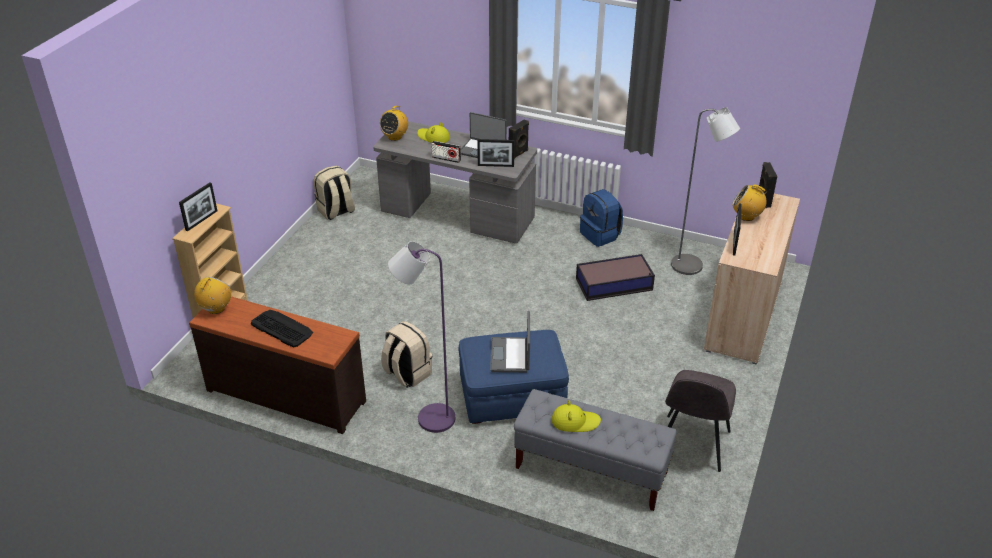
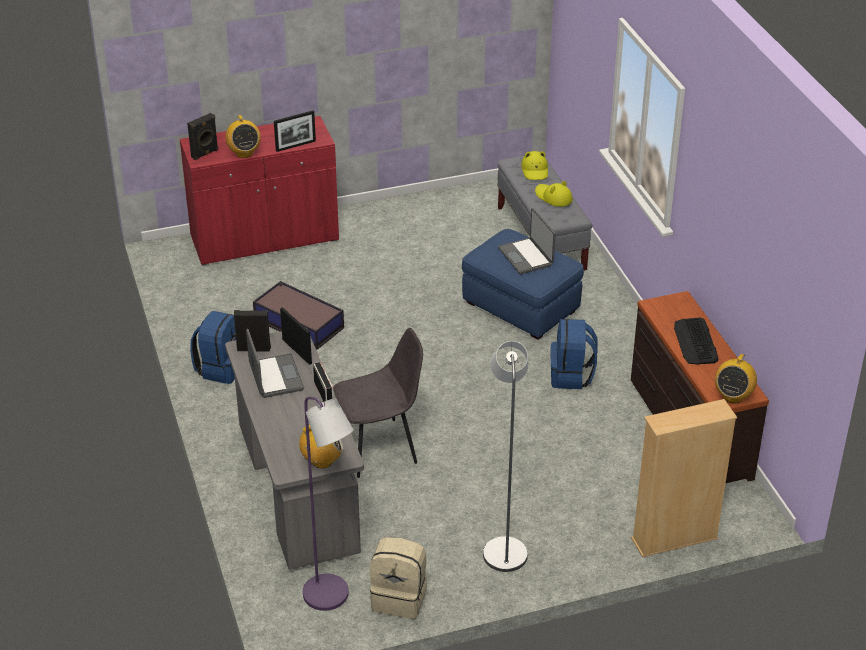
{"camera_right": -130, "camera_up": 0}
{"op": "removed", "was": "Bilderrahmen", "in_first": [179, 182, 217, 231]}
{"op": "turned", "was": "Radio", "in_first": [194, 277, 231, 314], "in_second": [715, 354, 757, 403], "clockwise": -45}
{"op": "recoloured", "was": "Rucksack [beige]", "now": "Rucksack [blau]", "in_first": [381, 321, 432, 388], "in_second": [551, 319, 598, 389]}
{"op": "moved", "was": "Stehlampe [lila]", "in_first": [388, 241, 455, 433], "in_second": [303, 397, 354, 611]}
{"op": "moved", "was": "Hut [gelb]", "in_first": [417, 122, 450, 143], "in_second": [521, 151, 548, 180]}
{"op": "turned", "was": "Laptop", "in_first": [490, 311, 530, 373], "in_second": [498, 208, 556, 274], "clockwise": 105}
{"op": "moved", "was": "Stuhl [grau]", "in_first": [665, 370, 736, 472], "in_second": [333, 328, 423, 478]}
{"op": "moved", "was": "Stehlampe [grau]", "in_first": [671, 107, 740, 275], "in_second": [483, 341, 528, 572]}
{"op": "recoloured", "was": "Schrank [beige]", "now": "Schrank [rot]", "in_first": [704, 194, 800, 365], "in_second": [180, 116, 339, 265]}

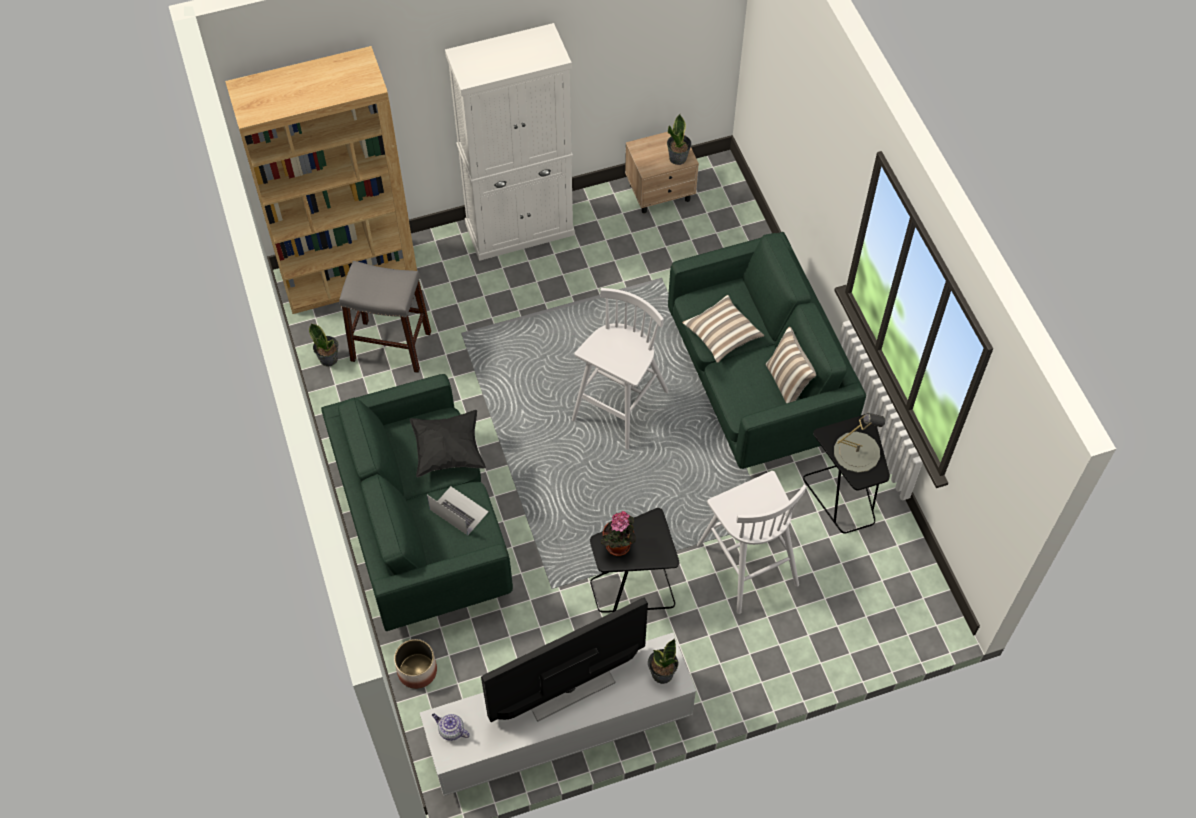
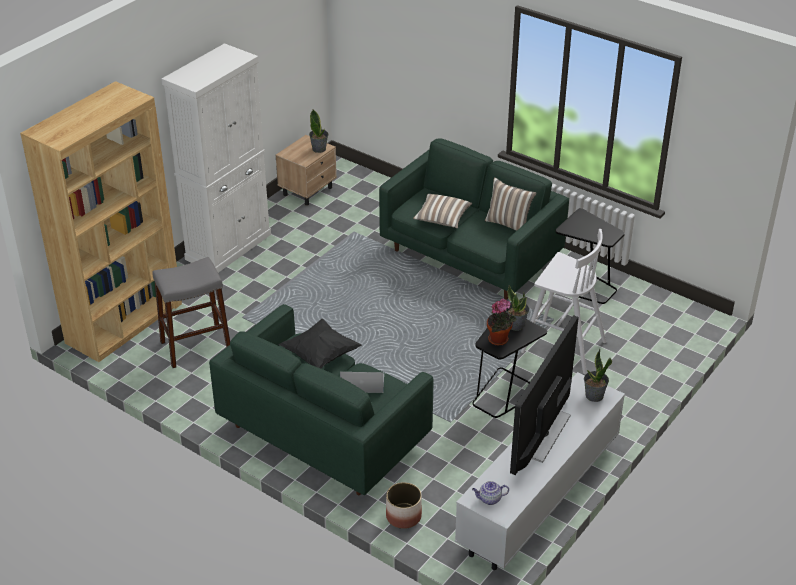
{"camera_right": -35, "camera_up": -20}
{"op": "moved", "was": "Topfpflanze", "in_first": [309, 323, 339, 367], "in_second": [506, 285, 529, 331]}
{"op": "removed", "was": "Hocker [weiß]", "in_first": [572, 288, 669, 450]}
{"op": "removed", "was": "Tischlampe [grau]", "in_first": [834, 413, 885, 473]}

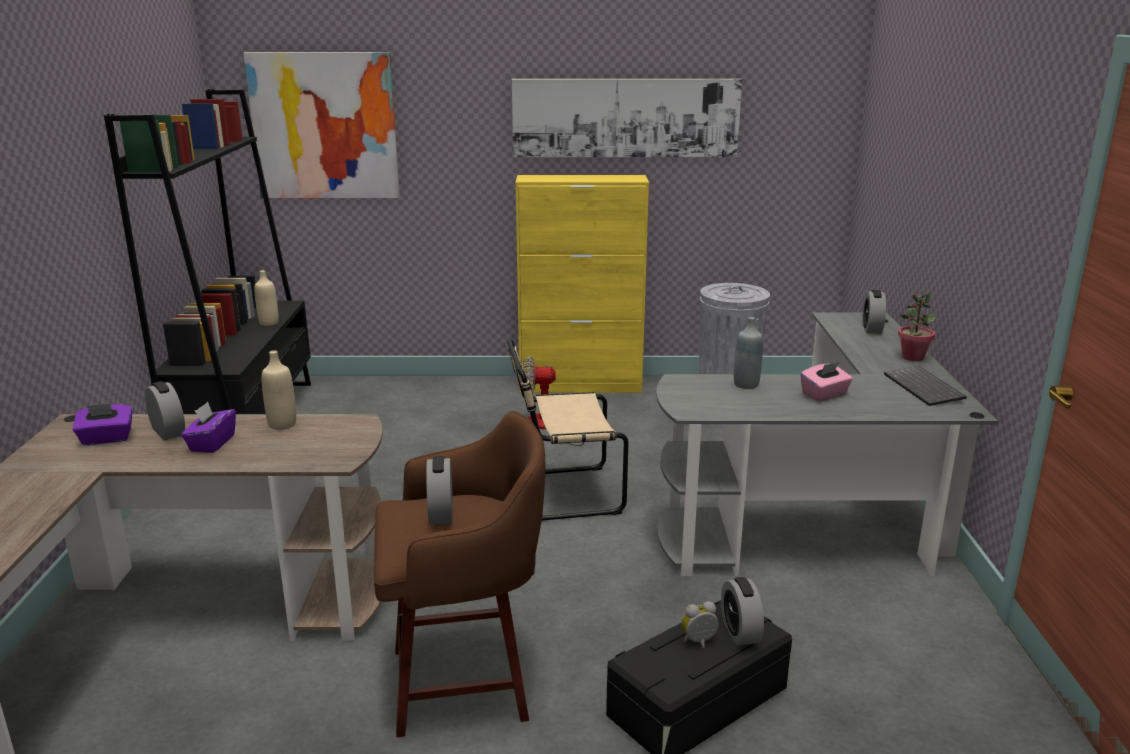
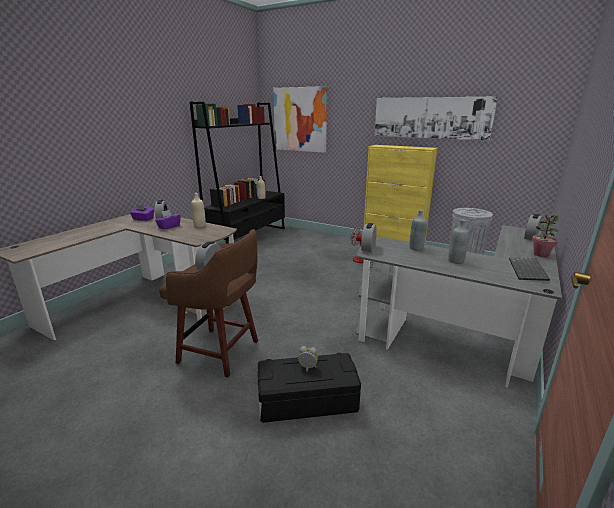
{"camera_right": 30, "camera_up": 0}
{"op": "removed", "was": "Stuhl [beige]", "in_first": [507, 339, 628, 521]}
{"op": "moved", "was": "Wecker", "in_first": [721, 577, 764, 646], "in_second": [361, 223, 377, 252]}
{"op": "replaced", "was": "Taschentuchbox [rosa]", "now": "Flasche [grau]", "in_first": [800, 362, 853, 402], "in_second": [448, 220, 469, 264]}

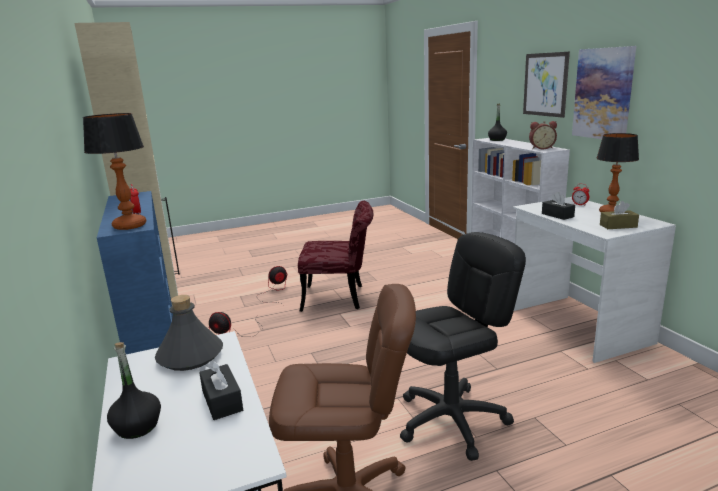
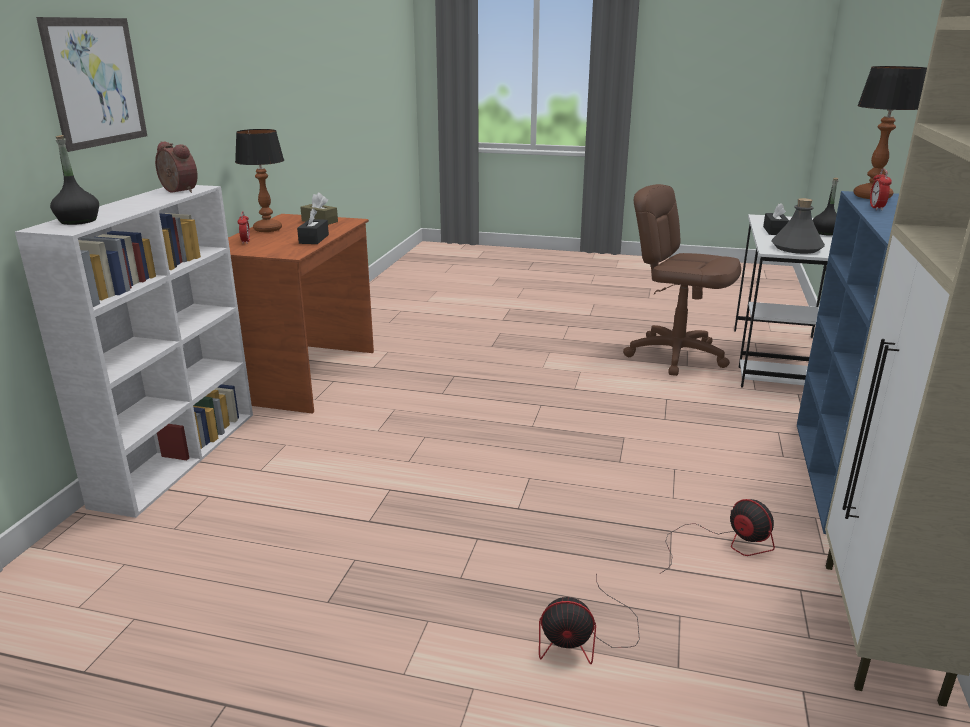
{"camera_right": -145, "camera_up": 5}
{"op": "removed", "was": "Stuhl [rot]", "in_first": [298, 201, 374, 312]}
{"op": "removed", "was": "Bürostuhl [schwarz]", "in_first": [400, 232, 526, 461]}
{"op": "recoloured", "was": "Schreibtisch [weiß]", "now": "Schreibtisch [braun]", "in_first": [513, 197, 676, 363], "in_second": [228, 214, 374, 414]}
{"op": "removed", "was": "Bild", "in_first": [572, 46, 636, 139]}

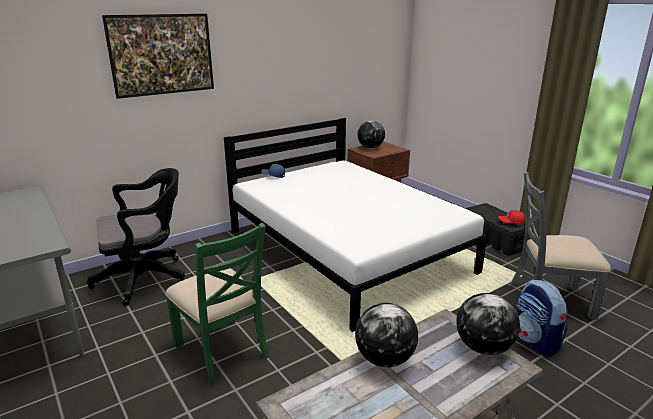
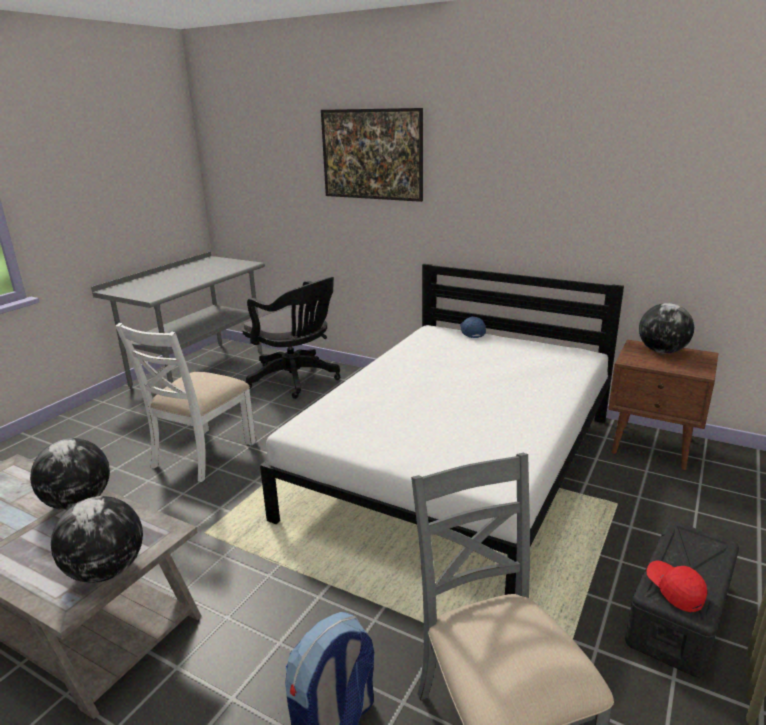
{"camera_right": 65, "camera_up": 0}
{"op": "recoloured", "was": "Stuhl [grün]", "now": "Stuhl [weiß]", "in_first": [165, 223, 269, 386], "in_second": [115, 323, 256, 482]}

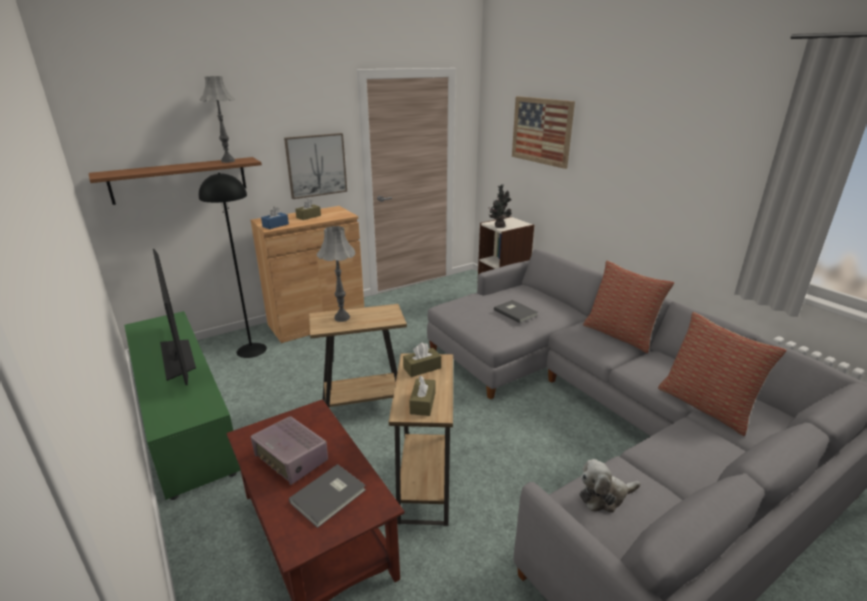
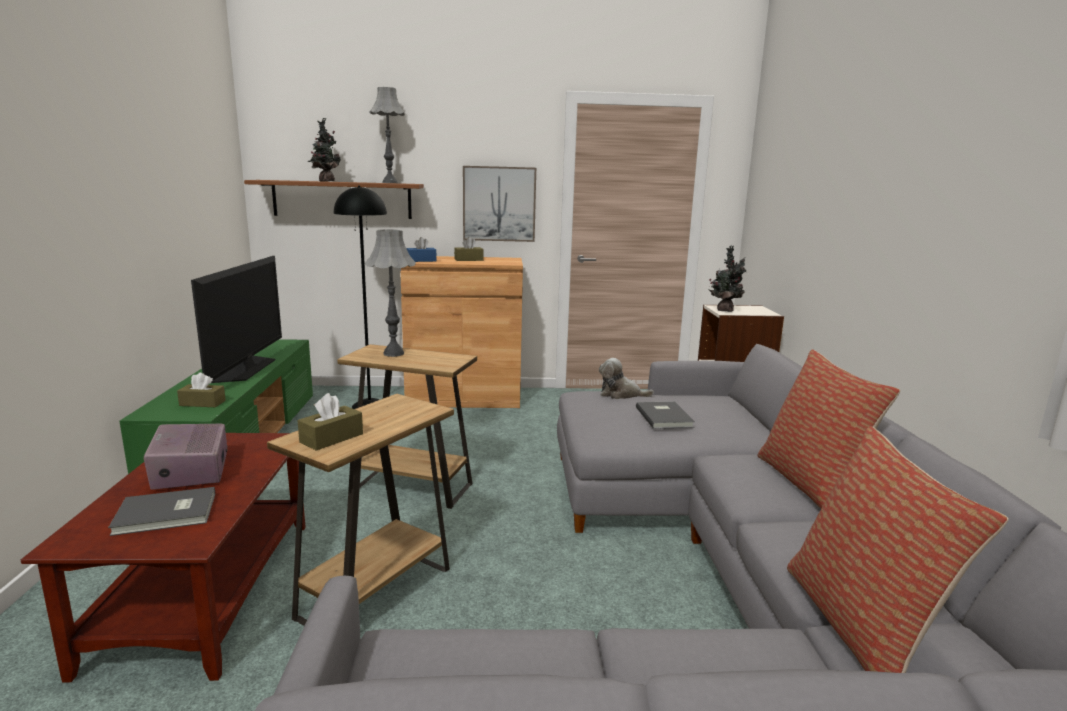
{"camera_right": 30, "camera_up": -10}
{"op": "moved", "was": "Taschentuchbox [braun]", "in_first": [403, 342, 441, 377], "in_second": [177, 373, 226, 407]}
{"op": "removed", "was": "Bild", "in_first": [512, 96, 575, 169]}
{"op": "moved", "was": "Plüschtier", "in_first": [579, 459, 640, 513], "in_second": [599, 358, 654, 399]}
{"op": "added", "now": "Topfpflanze", "in_second": [308, 118, 341, 182]}

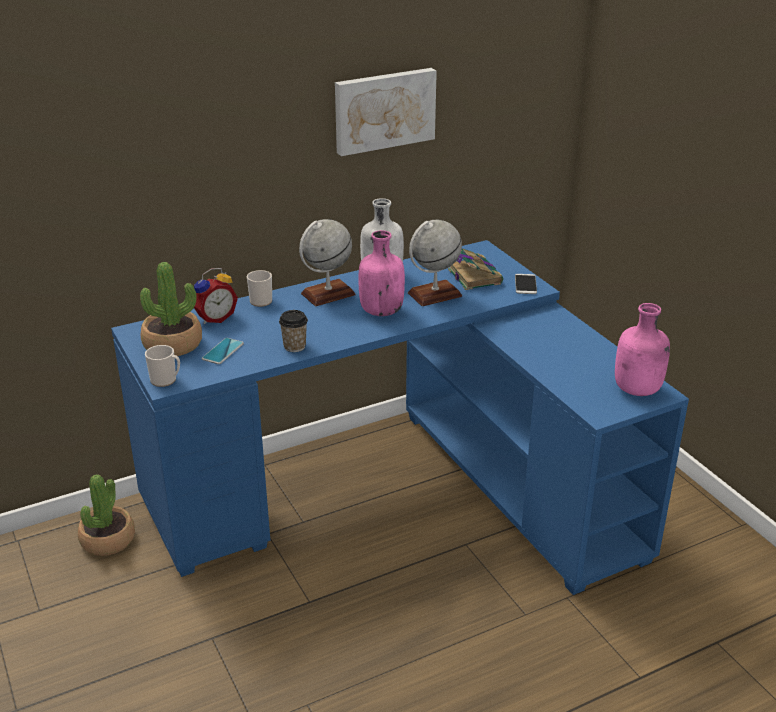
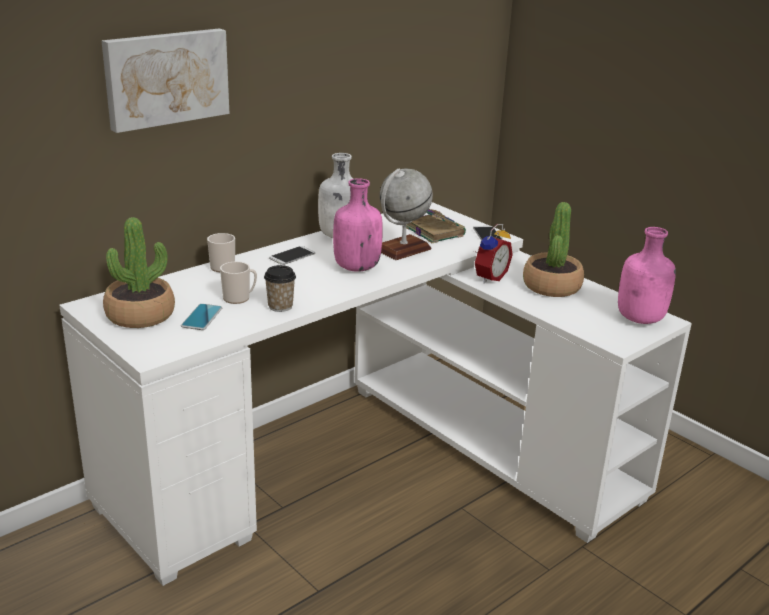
{"camera_right": -15, "camera_up": -5}
{"op": "moved", "was": "Topfpflanze", "in_first": [78, 475, 135, 556], "in_second": [523, 202, 584, 297]}
{"op": "recoloured", "was": "Schreibtisch [blau]", "now": "Schreibtisch [weiß]", "in_first": [111, 240, 689, 595], "in_second": [59, 202, 692, 586]}
{"op": "moved", "was": "Henkelbecher", "in_first": [145, 345, 180, 387], "in_second": [220, 262, 257, 304]}
{"op": "moved", "was": "Wecker", "in_first": [194, 268, 238, 324], "in_second": [474, 224, 513, 284]}
{"op": "replaced", "was": "Globus", "now": "Handy", "in_first": [299, 219, 356, 306], "in_second": [269, 246, 315, 265]}
{"op": "moved", "was": "Bild", "in_first": [335, 68, 437, 156], "in_second": [102, 29, 229, 133]}

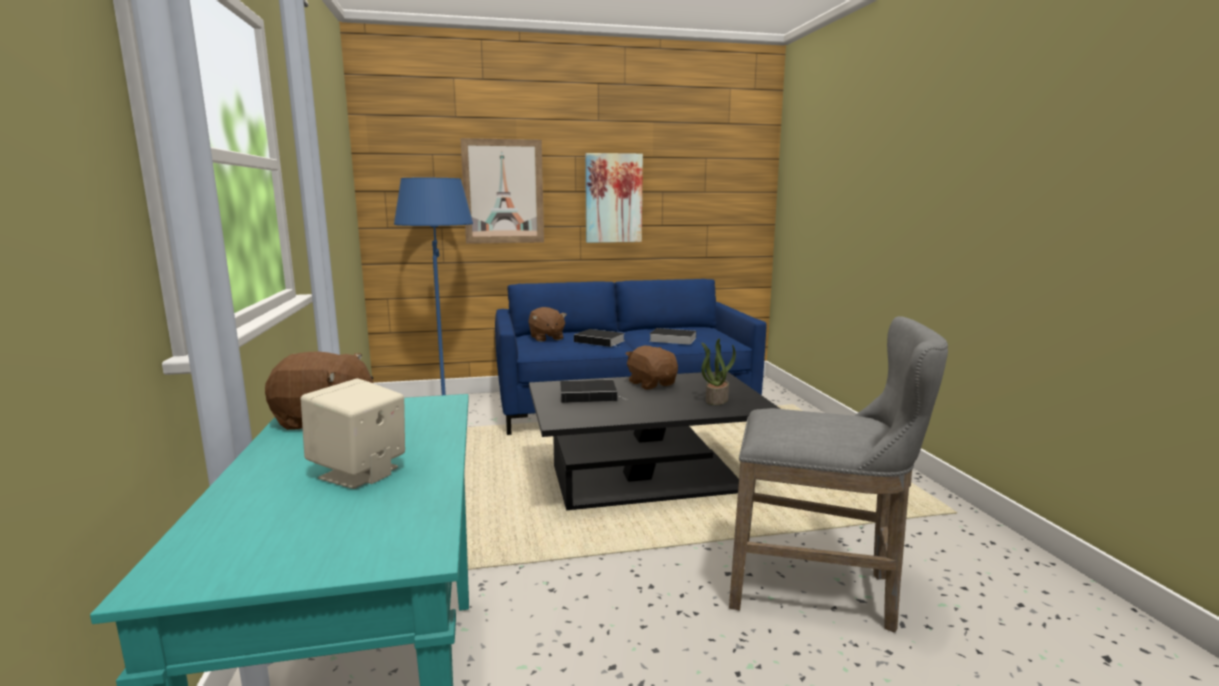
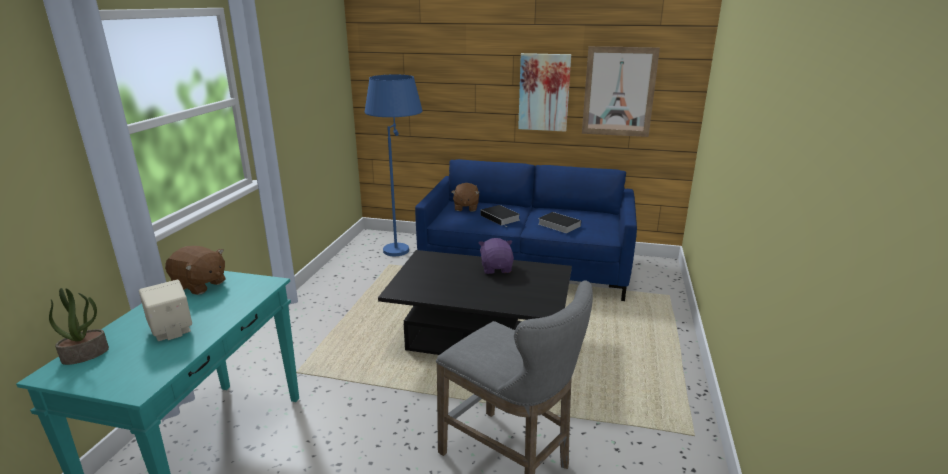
{"camera_right": 25, "camera_up": 10}
{"op": "moved", "was": "Bild", "in_first": [460, 138, 544, 244], "in_second": [582, 46, 660, 137]}
{"op": "removed", "was": "Buch", "in_first": [560, 380, 627, 403]}
{"op": "recoloured", "was": "Plüschtier [braun]", "now": "Plüschtier [lila]", "in_first": [625, 346, 678, 390], "in_second": [478, 238, 514, 274]}
{"op": "moved", "was": "Topfpflanze", "in_first": [701, 338, 736, 405], "in_second": [49, 288, 109, 365]}

